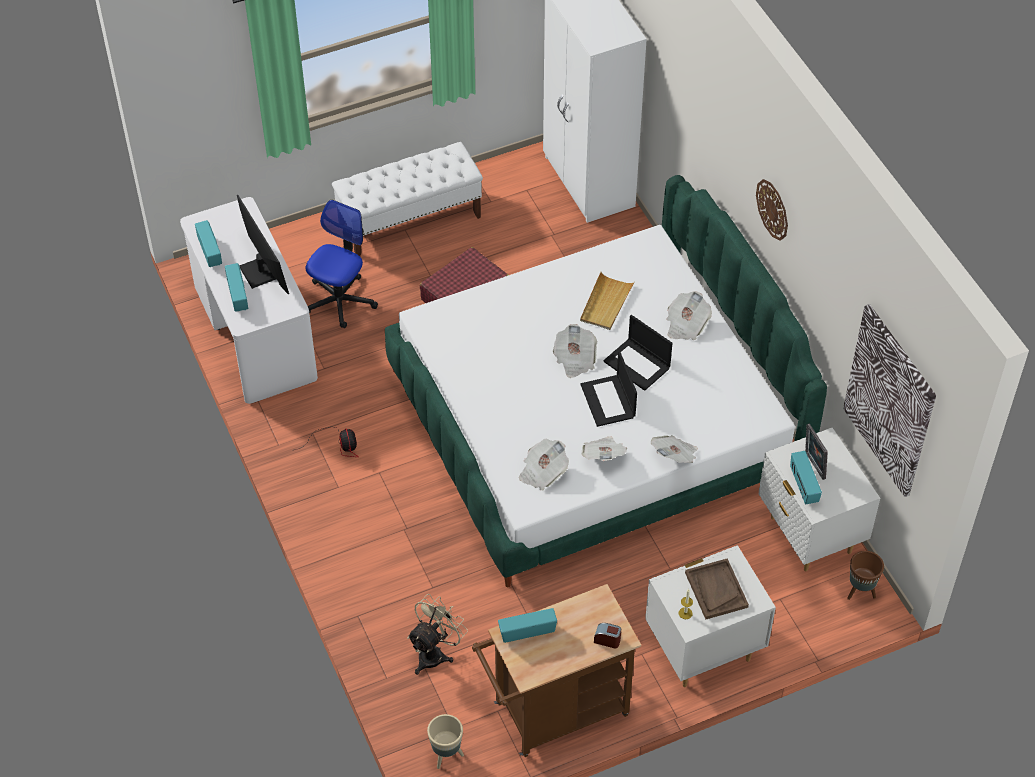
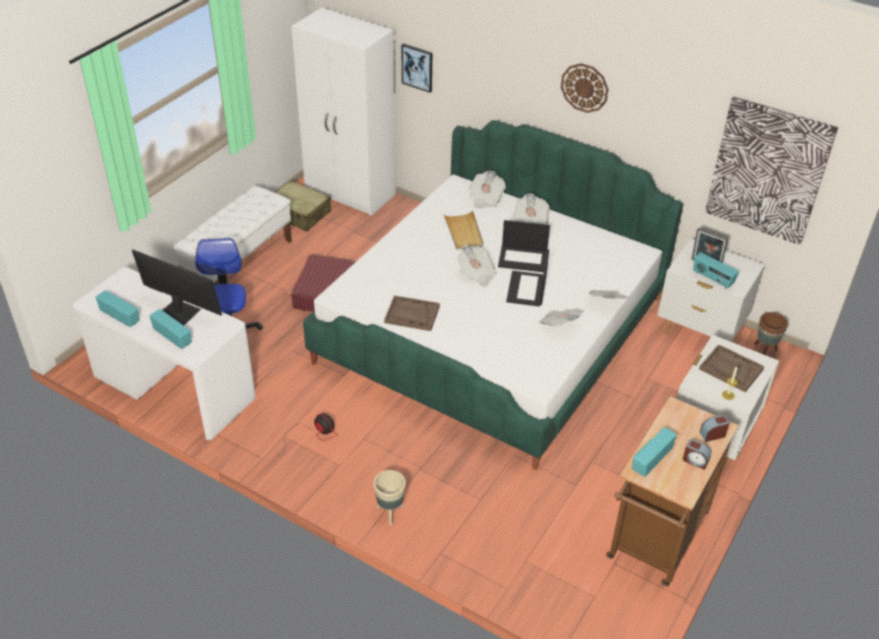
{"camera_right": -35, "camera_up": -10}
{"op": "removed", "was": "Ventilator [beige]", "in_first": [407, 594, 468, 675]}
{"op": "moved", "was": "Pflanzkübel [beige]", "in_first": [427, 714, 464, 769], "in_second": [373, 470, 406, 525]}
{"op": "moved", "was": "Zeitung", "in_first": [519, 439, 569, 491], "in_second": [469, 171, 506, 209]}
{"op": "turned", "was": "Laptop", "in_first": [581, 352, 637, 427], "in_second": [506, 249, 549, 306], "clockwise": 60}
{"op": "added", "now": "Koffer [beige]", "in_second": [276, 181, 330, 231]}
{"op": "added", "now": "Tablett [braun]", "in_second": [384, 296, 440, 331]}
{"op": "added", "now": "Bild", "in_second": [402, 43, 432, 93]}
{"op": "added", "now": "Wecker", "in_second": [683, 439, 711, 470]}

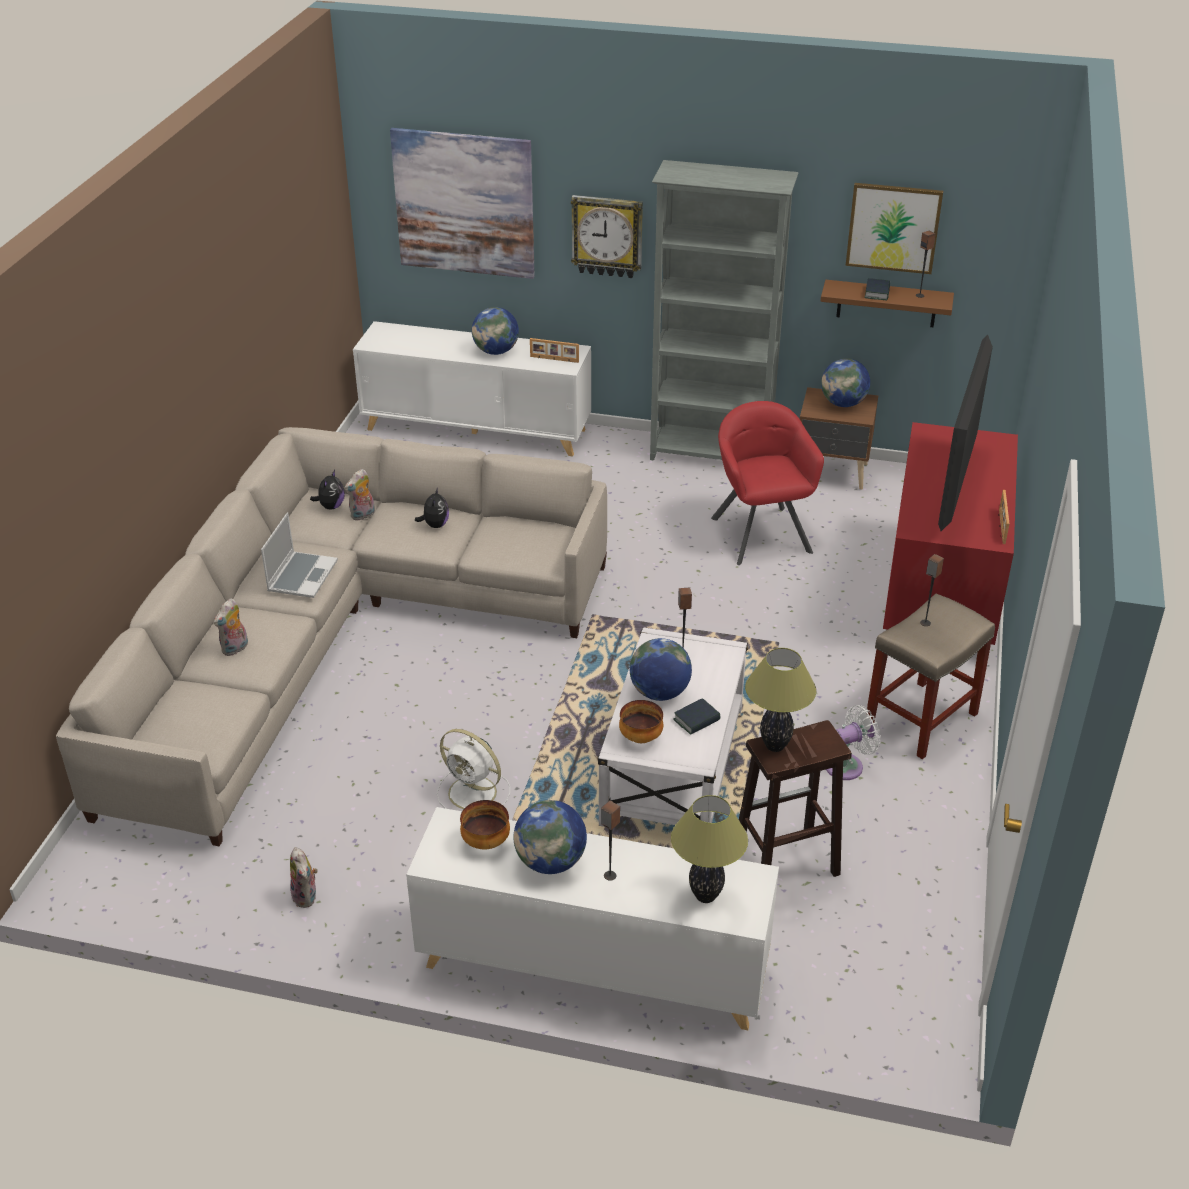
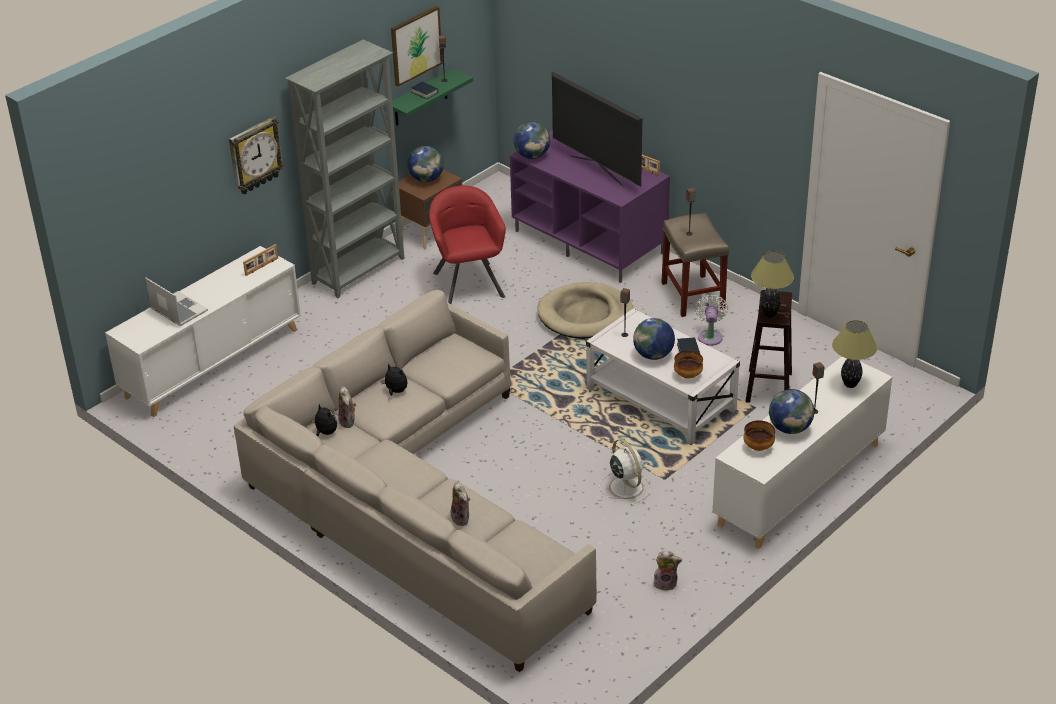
{"camera_right": -60, "camera_up": 0}
{"op": "moved", "was": "Laptop", "in_first": [261, 512, 338, 598], "in_second": [145, 278, 208, 326]}
{"op": "removed", "was": "Bild", "in_first": [390, 128, 535, 279]}
{"op": "turned", "was": "Ventilator [weiß]", "in_first": [437, 729, 510, 809], "in_second": [599, 439, 651, 506], "clockwise": -90}
{"op": "moved", "was": "Globus", "in_first": [472, 307, 519, 355], "in_second": [513, 122, 550, 159]}
{"op": "turned", "was": "Sessel [rot]", "in_first": [711, 401, 824, 565], "in_second": [429, 185, 506, 304], "clockwise": 60}
{"op": "recoloured", "was": "Wandregal [braun]", "now": "Wandregal [grün]", "in_first": [821, 280, 954, 327], "in_second": [392, 69, 473, 125]}
{"op": "recoloured", "was": "Fernsehschrank [rot]", "now": "Fernsehschrank [lila]", "in_first": [883, 422, 1018, 645], "in_second": [510, 130, 670, 283]}
{"op": "added", "now": "Hundebett [beige]", "in_second": [537, 282, 633, 339]}

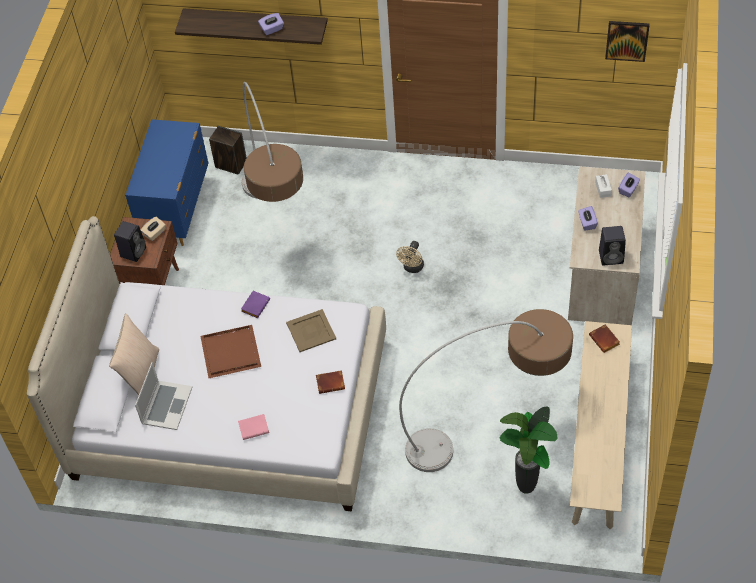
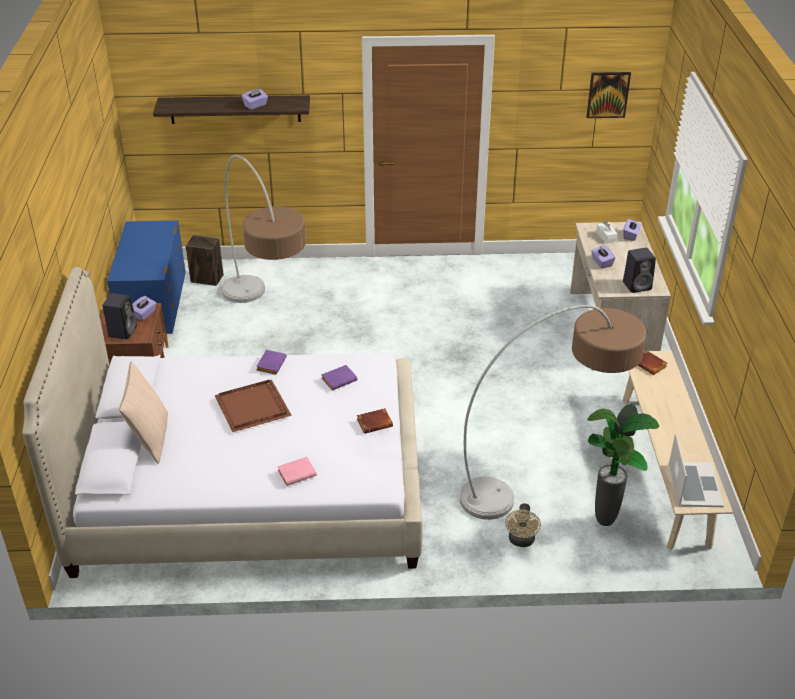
{"camera_right": -15, "camera_up": -15}
{"op": "moved", "was": "Laptop", "in_first": [135, 362, 192, 430], "in_second": [669, 433, 724, 507]}
{"op": "recoloured", "was": "Taschentuchbox [beige]", "now": "Taschentuchbox [lila]", "in_first": [141, 216, 166, 241], "in_second": [132, 296, 156, 321]}
{"op": "replaced", "was": "Tablett [beige]", "now": "Buch [lila]", "in_first": [286, 309, 336, 352], "in_second": [321, 365, 357, 390]}
{"op": "moved", "was": "Ventilator [beige]", "in_first": [396, 241, 424, 273], "in_second": [505, 503, 541, 547]}

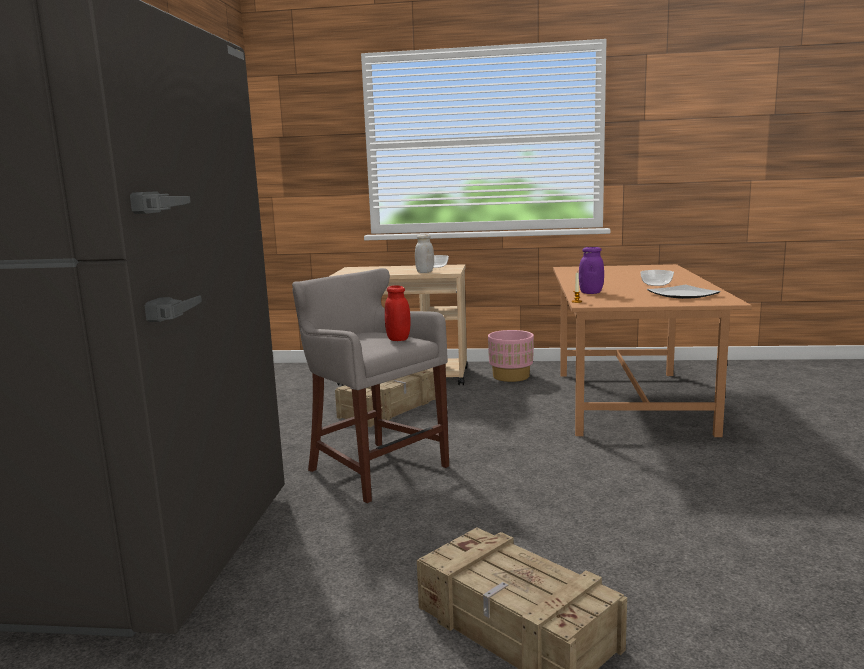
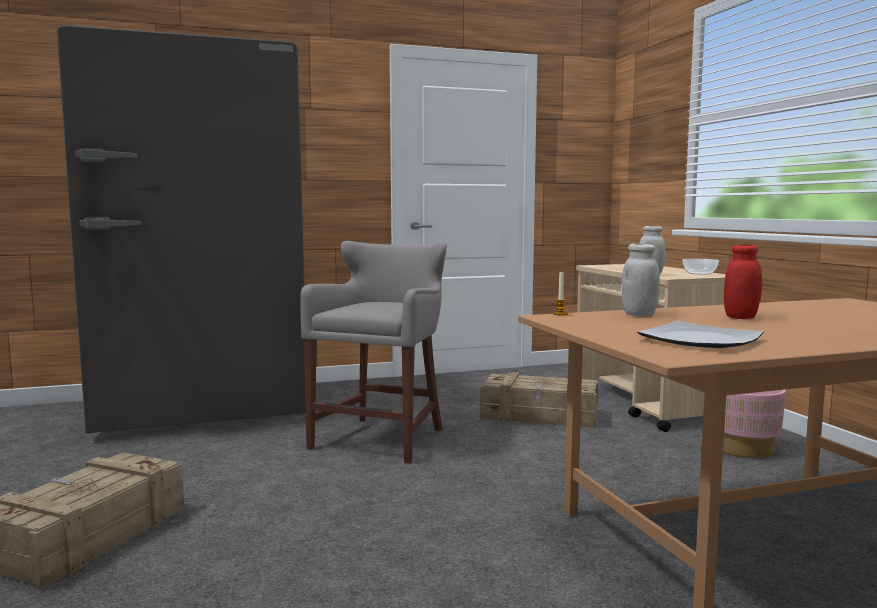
{"camera_right": 65, "camera_up": -5}
{"op": "moved", "was": "Vorratsglas [rot]", "in_first": [385, 285, 410, 341], "in_second": [724, 244, 762, 319]}
{"op": "recoloured", "was": "Vorratsglas [lila]", "now": "Vorratsglas [weiß]", "in_first": [579, 247, 604, 294], "in_second": [621, 243, 660, 316]}
{"op": "removed", "was": "Schüssel", "in_first": [640, 270, 674, 286]}

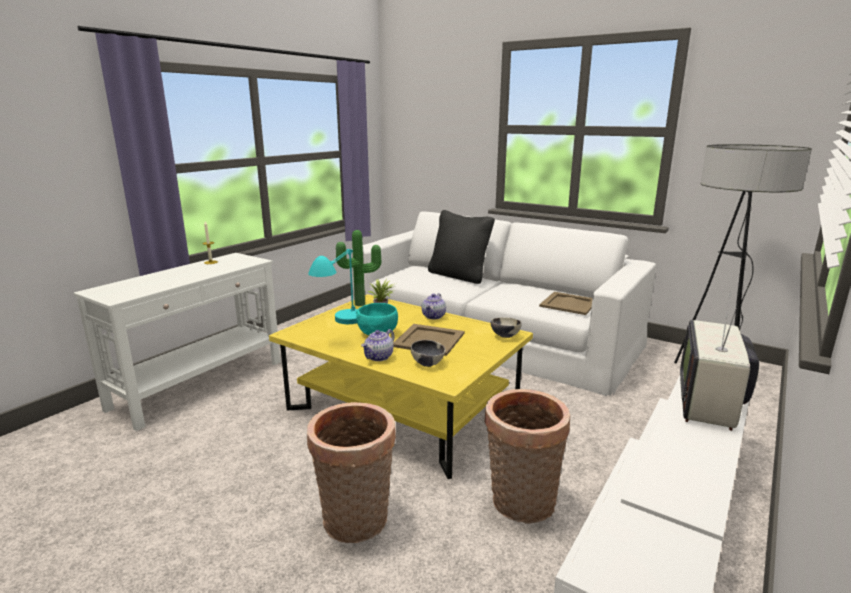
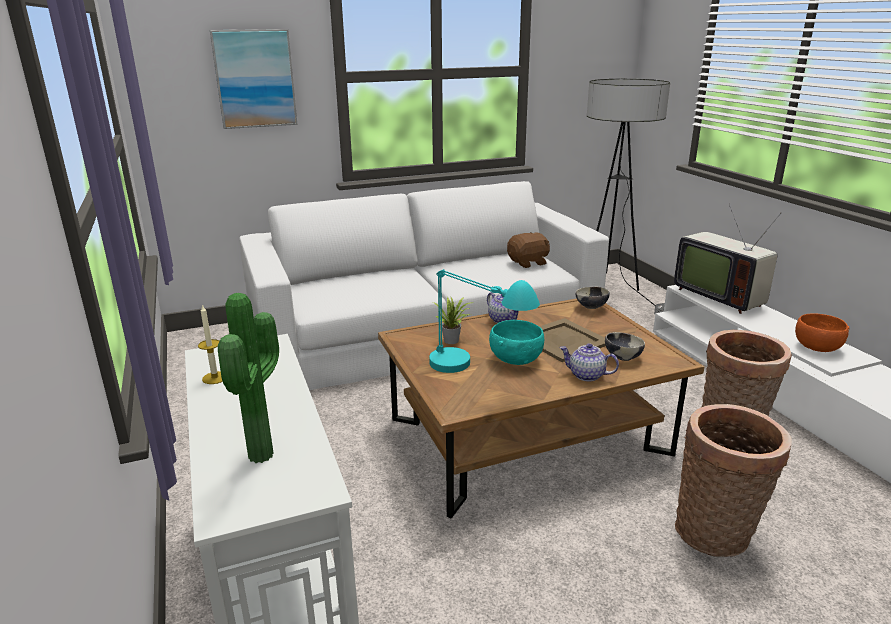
{"camera_right": -55, "camera_up": 5}
{"op": "recoloured", "was": "Couchtisch [gelb]", "now": "Couchtisch [braun]", "in_first": [269, 294, 533, 479], "in_second": [378, 299, 704, 519]}
{"op": "moved", "was": "Topfpflanze", "in_first": [336, 230, 381, 306], "in_second": [218, 293, 279, 463]}
{"op": "turned", "was": "Teekanne", "in_first": [361, 329, 394, 361], "in_second": [559, 343, 619, 381], "clockwise": 135}
{"op": "removed", "was": "Kissen [schwarz]", "in_first": [428, 210, 495, 284]}
{"op": "replaced", "was": "Tablett [beige]", "now": "Plüschtier [braun]", "in_first": [539, 292, 593, 315], "in_second": [507, 232, 550, 268]}
{"op": "added", "now": "Bild", "in_second": [210, 29, 298, 129]}
{"op": "added", "now": "Schüssel [orange]", "in_second": [795, 314, 849, 352]}

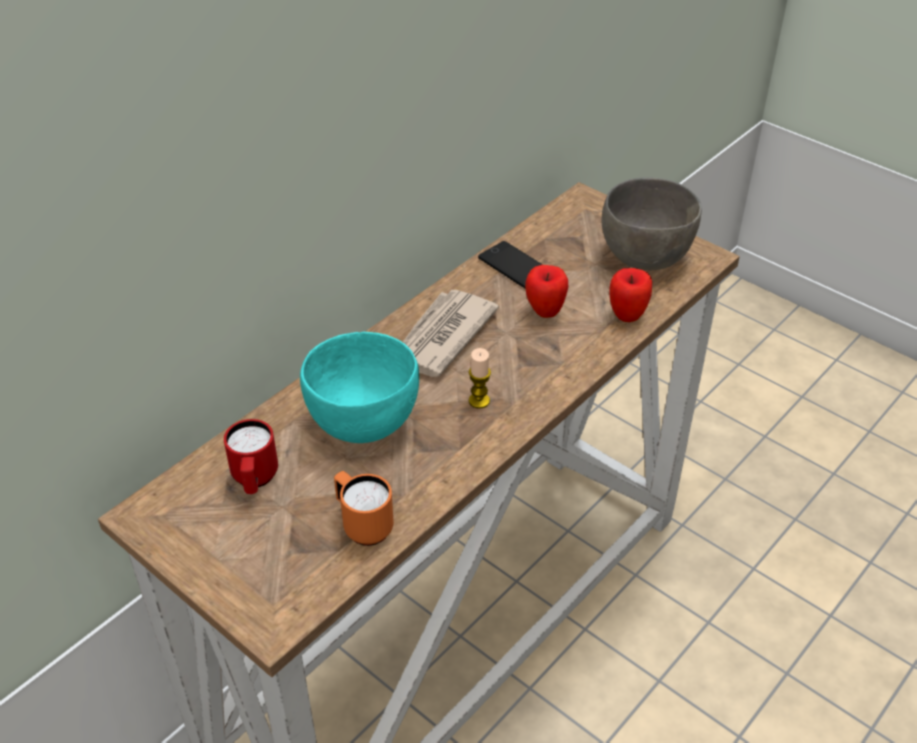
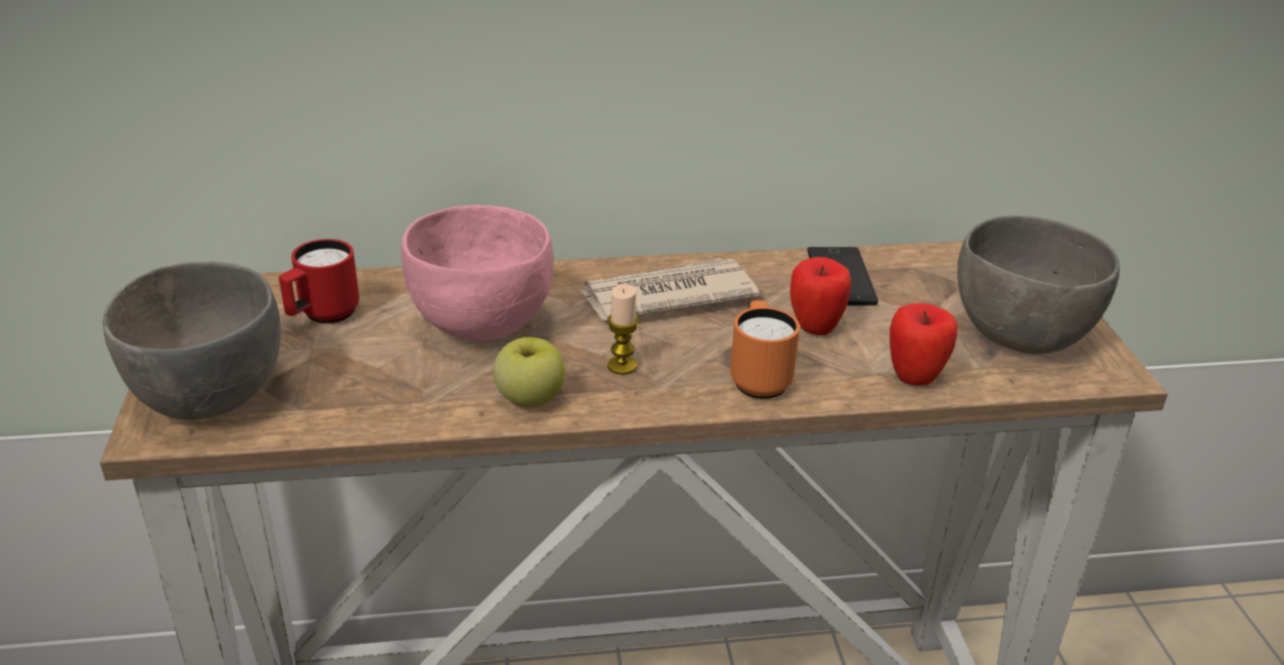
{"camera_right": 40, "camera_up": -10}
{"op": "recoloured", "was": "Schüssel [türkis]", "now": "Schüssel [rosa]", "in_first": [300, 332, 419, 443], "in_second": [401, 205, 553, 341]}
{"op": "moved", "was": "Henkelbecher [orange]", "in_first": [334, 471, 394, 546], "in_second": [730, 300, 800, 399]}
{"op": "added", "now": "Schüssel [grau]", "in_second": [103, 261, 281, 420]}
{"op": "added", "now": "Apfel", "in_second": [493, 337, 565, 407]}

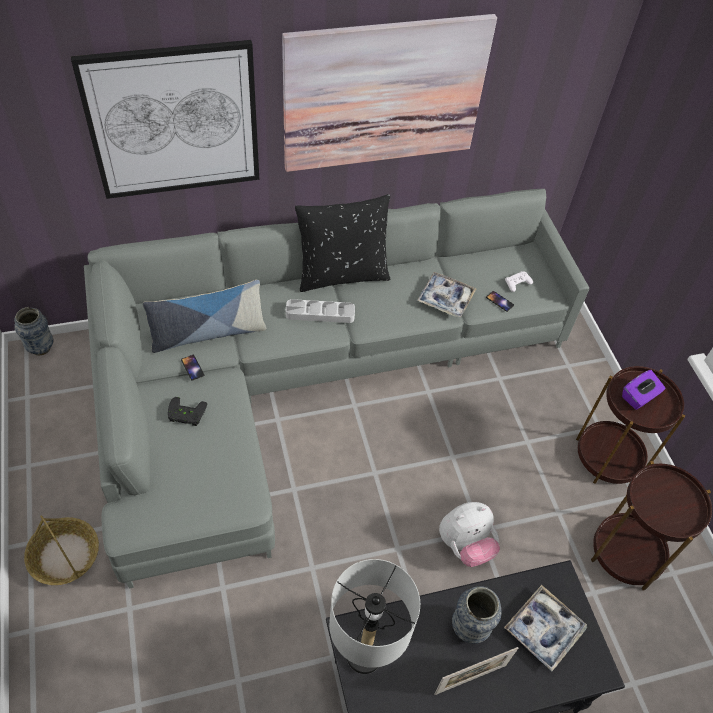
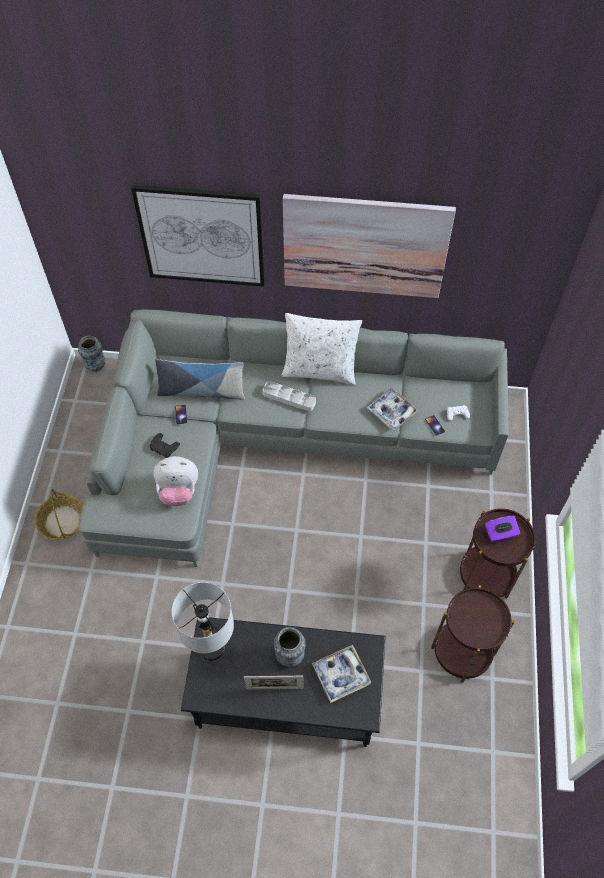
{"camera_right": 25, "camera_up": 5}
{"op": "recoloured", "was": "Kissen [schwarz]", "now": "Kissen [weiß]", "in_first": [295, 194, 390, 292], "in_second": [282, 313, 362, 385]}
{"op": "moved", "was": "Plüschtier", "in_first": [439, 502, 500, 567], "in_second": [153, 456, 198, 506]}

